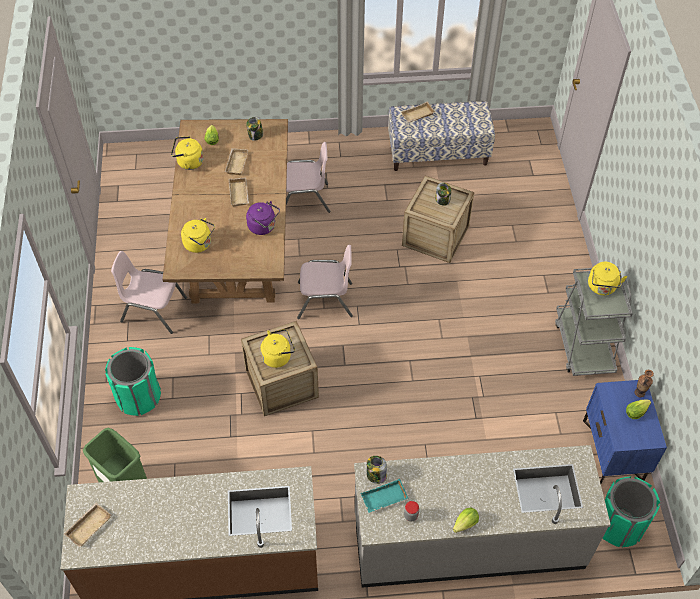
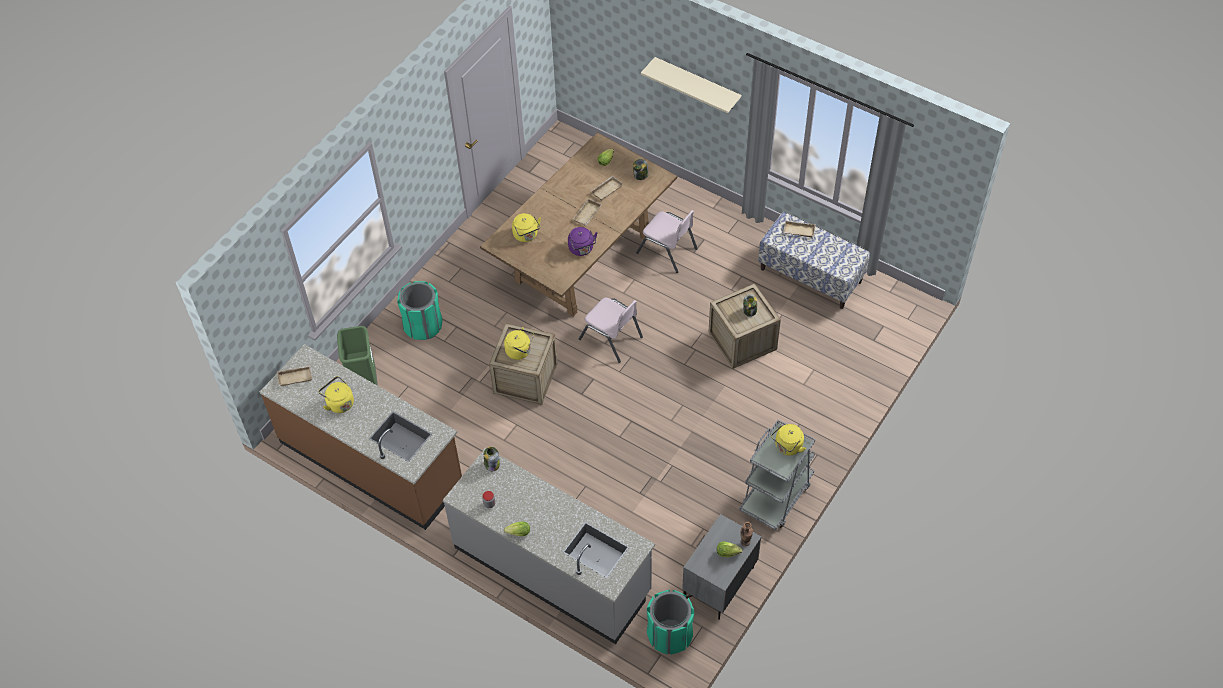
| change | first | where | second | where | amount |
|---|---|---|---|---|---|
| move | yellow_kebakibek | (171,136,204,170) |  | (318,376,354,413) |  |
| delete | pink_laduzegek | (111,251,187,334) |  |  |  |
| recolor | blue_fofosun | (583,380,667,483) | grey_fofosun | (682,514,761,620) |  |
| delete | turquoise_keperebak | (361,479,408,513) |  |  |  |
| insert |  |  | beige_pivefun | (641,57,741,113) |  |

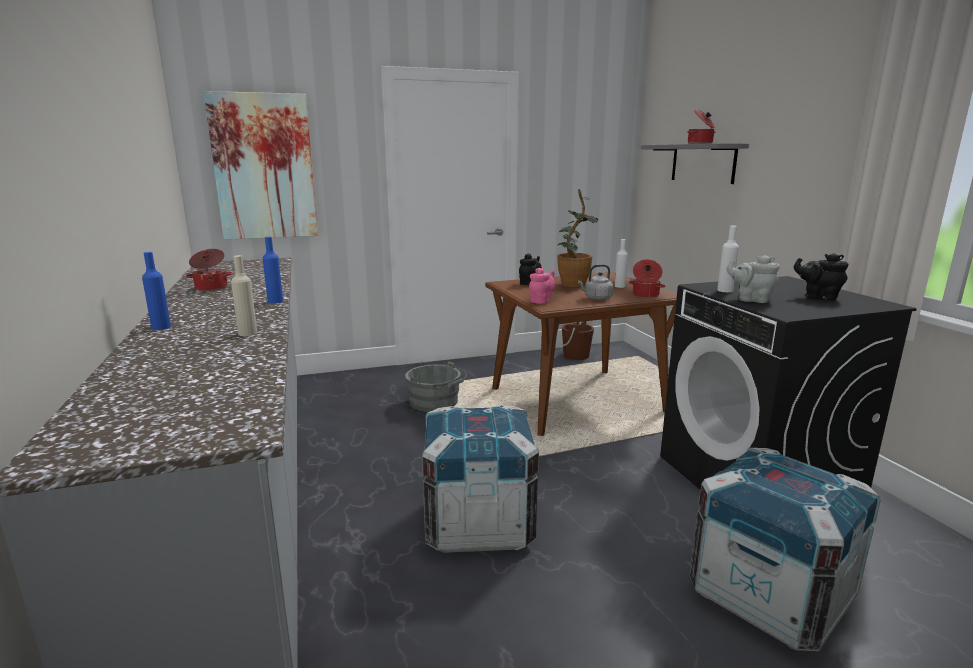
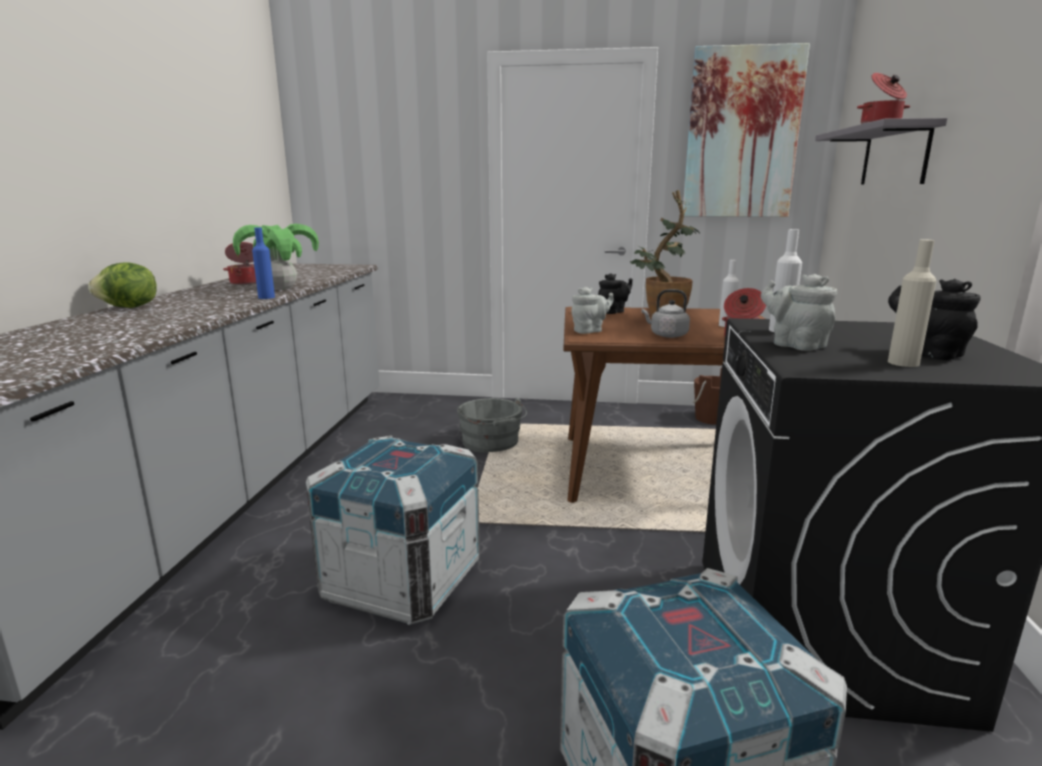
| change | first | where | second | where | amount |
|---|---|---|---|---|---|
| move | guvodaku | (203,91,318,240) |  | (683,43,810,217) |  |
| replace | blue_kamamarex | (142,252,171,330) | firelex | (88,262,157,308) |  |
| move | beige_kamamarex | (231,255,257,336) |  | (888,239,937,367) |  |
| recolor | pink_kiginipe | (529,268,555,304) | grey_kiginipe | (571,287,614,334) |  |
| insert |  |  | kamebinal | (233,224,319,290) |  |

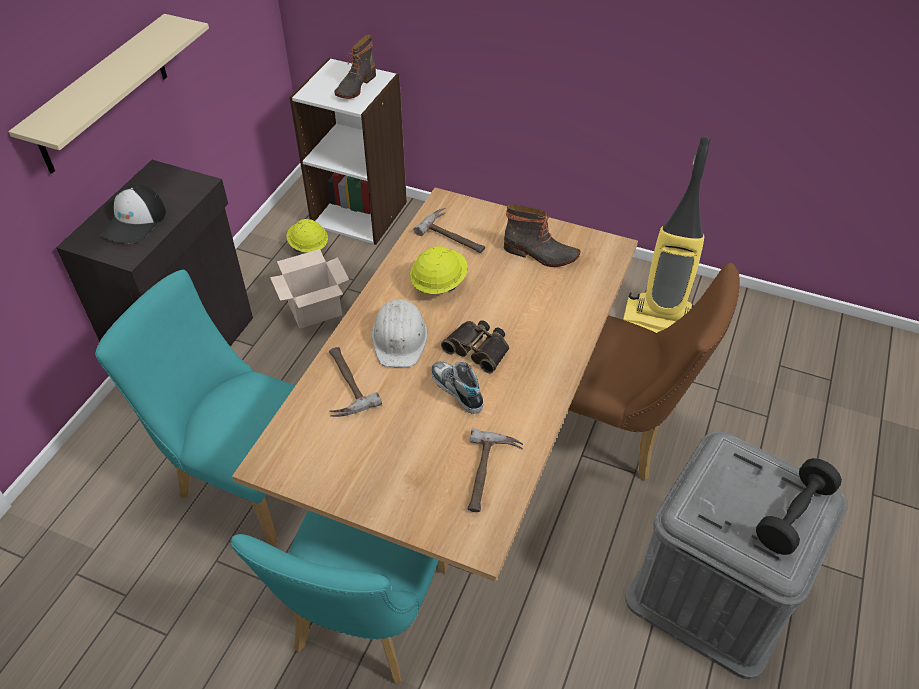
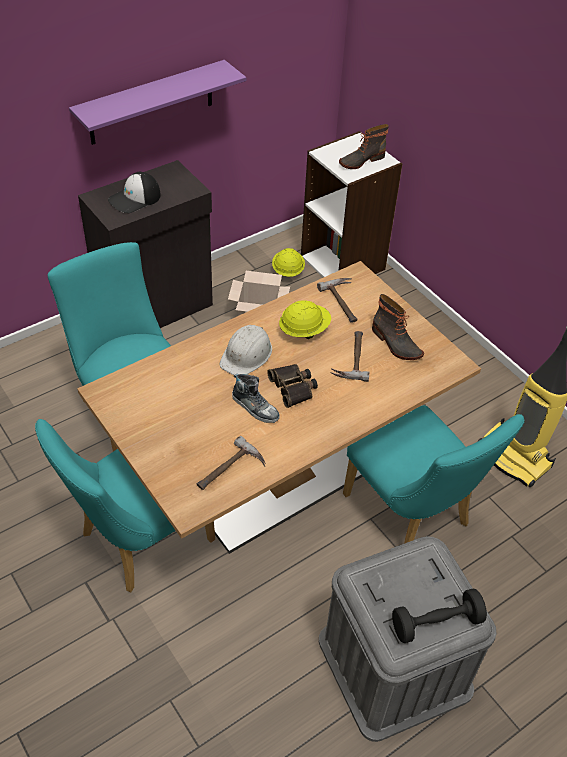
| change | first | where | second | where | amount |
|---|---|---|---|---|---|
| recolor | beige_pivefun | (9,14,209,174) | purple_pivefun | (69,60,246,145) |  |
| recolor | brown_laduzegek | (568,263,740,480) | turquoise_laduzegek | (343,405,524,543) |  |
| move | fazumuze | (329,347,382,417) |  | (331,331,369,382) |  |
| rotate | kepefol | (431,362,484,414) |  | (232,374,280,423) | 135 degrees clockwise |

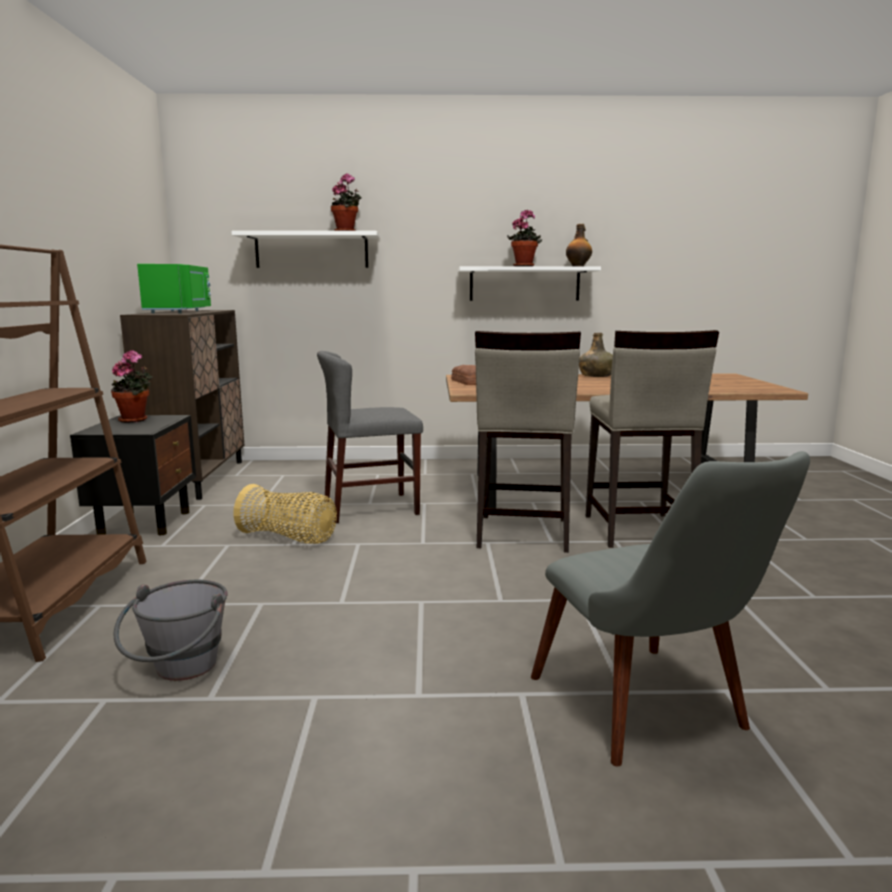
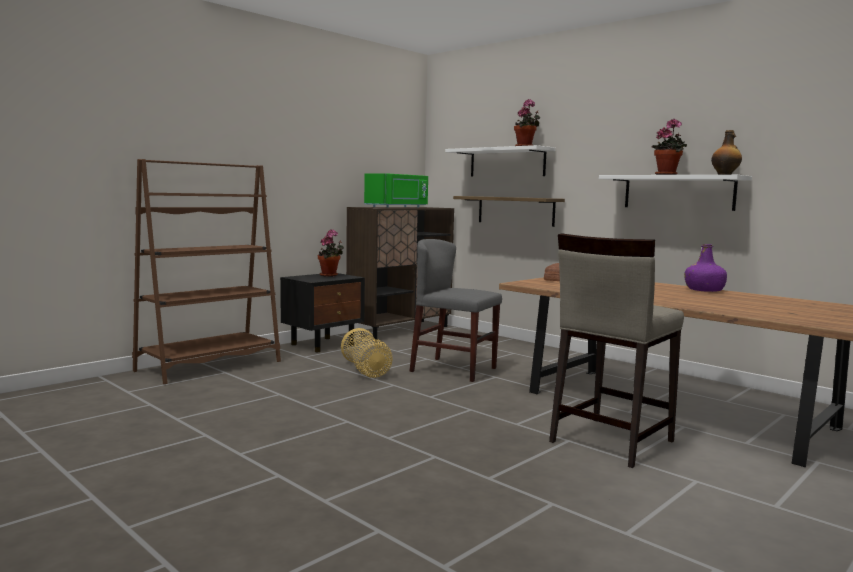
| change | first | where | second | where | amount |
|---|---|---|---|---|---|
| delete | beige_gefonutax | (475,331,581,553) |  |  |  |
| recolor | green_kamamarex | (579,333,613,377) | purple_kamamarex | (684,244,727,292) |  |
| delete | grey_laduzegek | (531,451,810,766) |  |  |  |
| delete | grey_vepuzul | (114,580,228,681) |  |  |  |
| insert |  |  | pivefun | (453,196,565,227) |  |

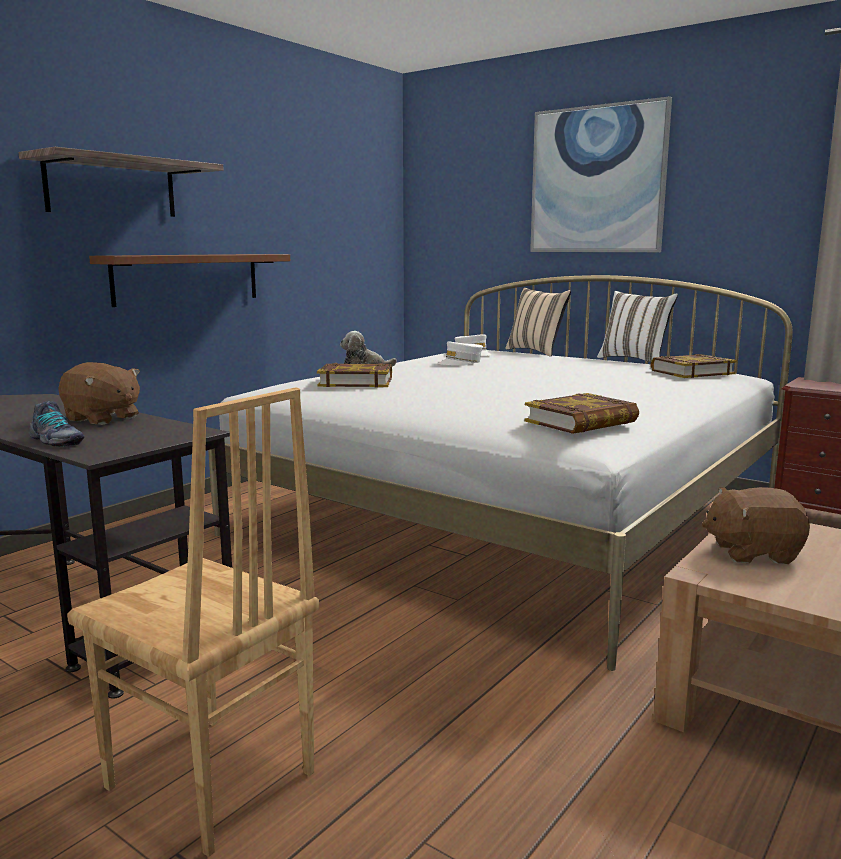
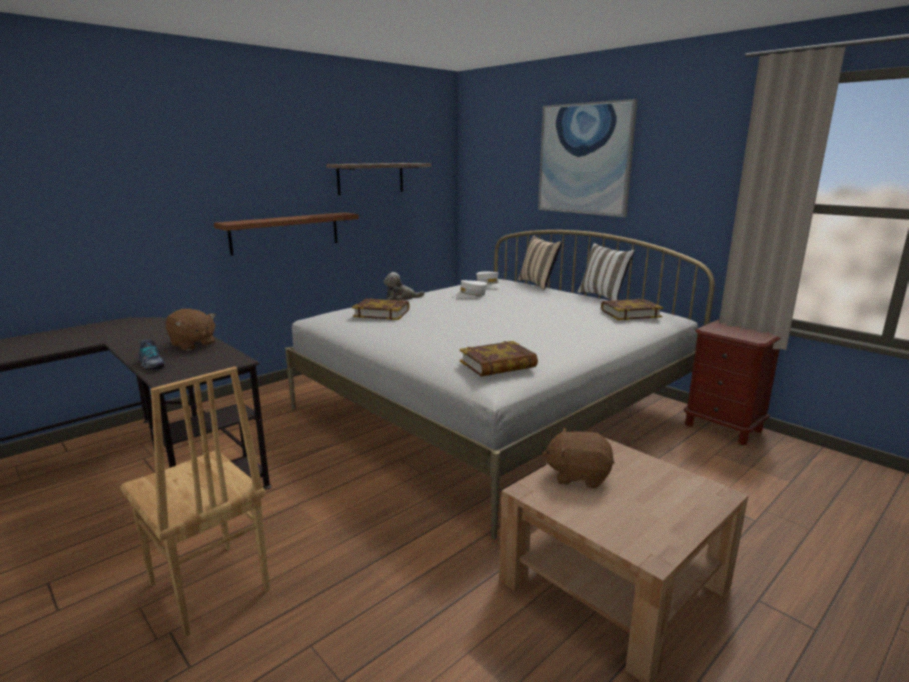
| change | first | where | second | where | amount |
|---|---|---|---|---|---|
| move | pivefun | (18,147,224,217) |  | (326,163,431,195) |  |

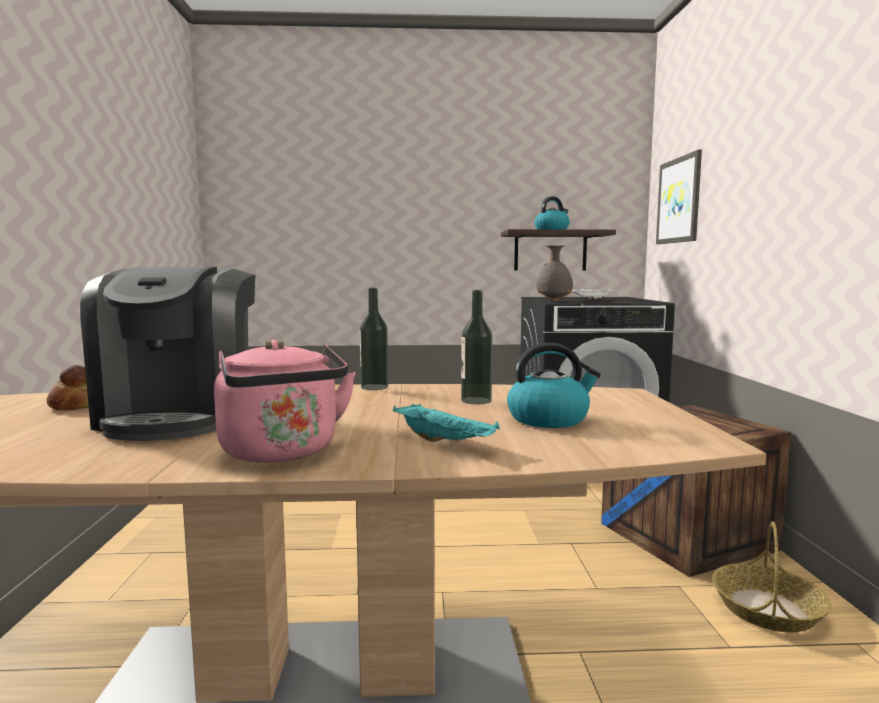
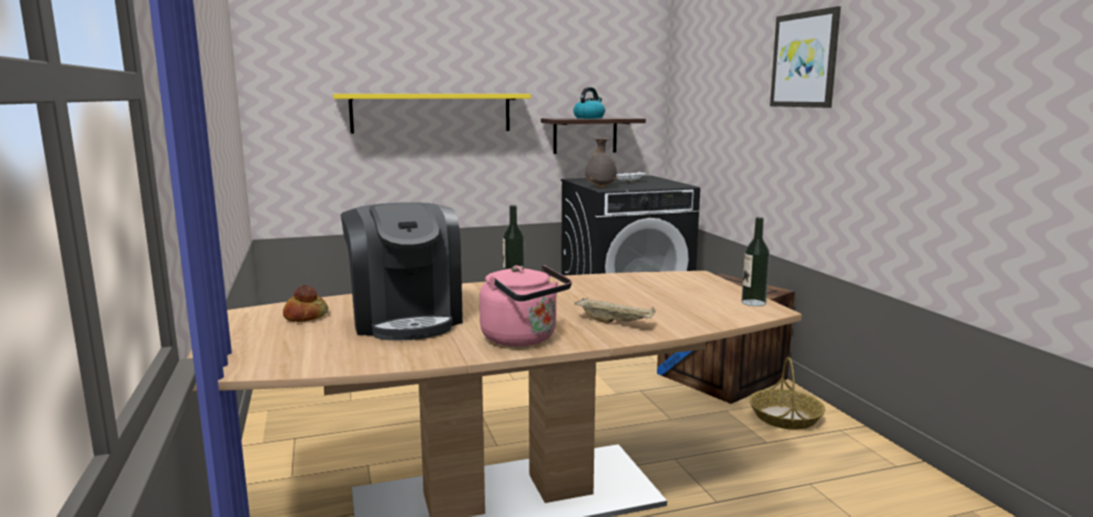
| change | first | where | second | where | amount |
|---|---|---|---|---|---|
| move | guvodaku | (656,150,702,244) |  | (770,6,841,108) |  |
| move | kamamarex | (461,290,492,404) |  | (742,217,770,306) |  |
| delete | kebakibek | (507,343,601,428) |  |  |  |
| recolor | turquoise_keperebak | (393,404,500,442) | beige_keperebak | (574,298,655,324) |  |
| insert |  |  | yellow_pivefun | (333,94,531,134) |  |

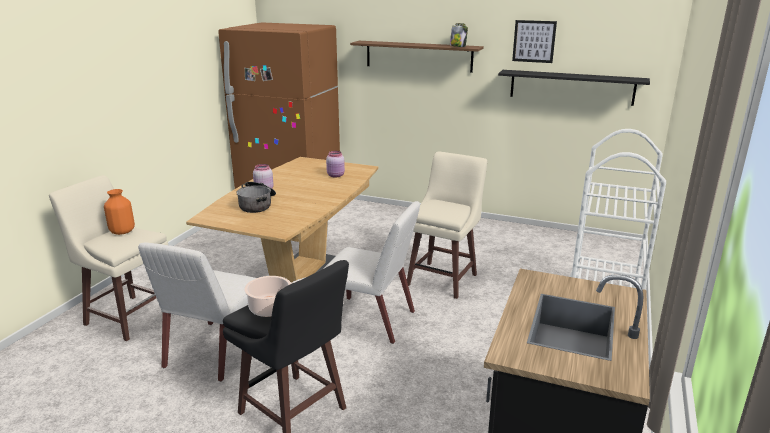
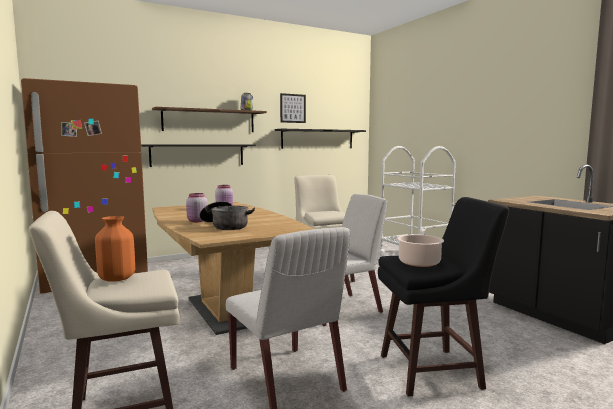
| change | first | where | second | where | amount |
|---|---|---|---|---|---|
| insert |  |  | black_pivefun | (141,144,256,167) |  |

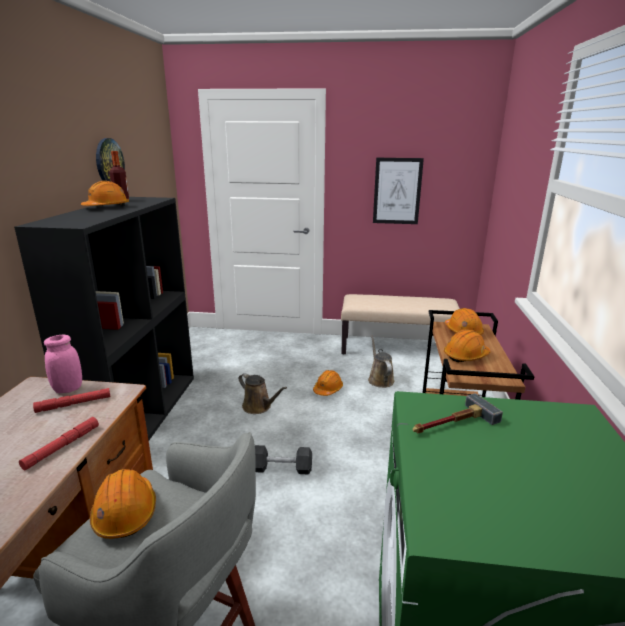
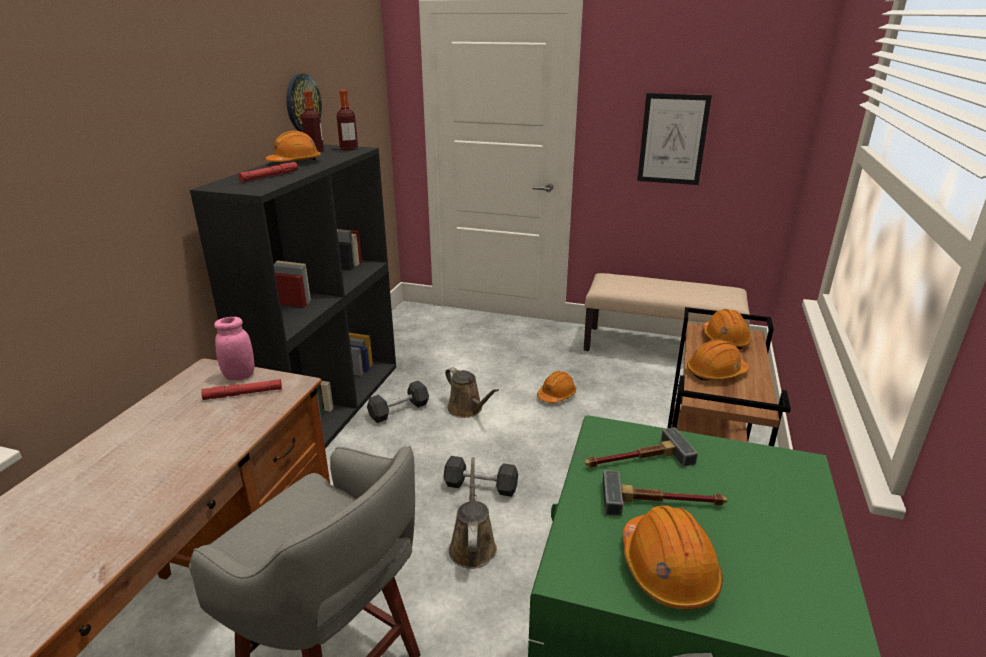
| change | first | where | second | where | amount |
|---|---|---|---|---|---|
| move | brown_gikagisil | (368,335,394,388) |  | (449,457,497,569) |  |
| move | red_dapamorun | (19,417,99,470) |  | (238,162,298,182) |  |
| move | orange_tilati | (90,469,156,539) |  | (623,505,723,609) |  |
| insert |  |  | kamamarex | (336,90,358,151) |  |
| insert |  |  | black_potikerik | (367,380,429,423) |  |
| insert |  |  | fazumuze | (602,470,727,516) |  |

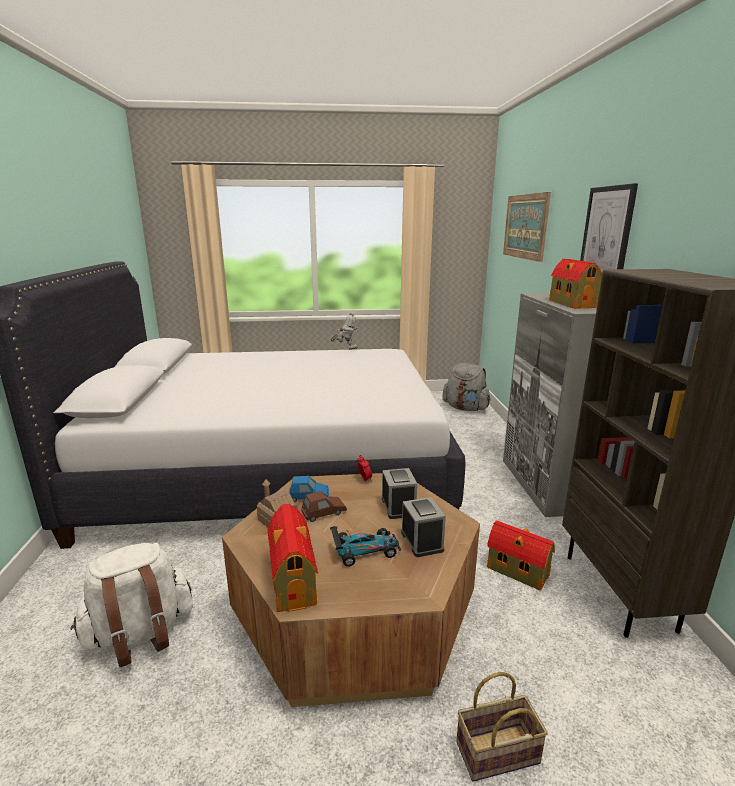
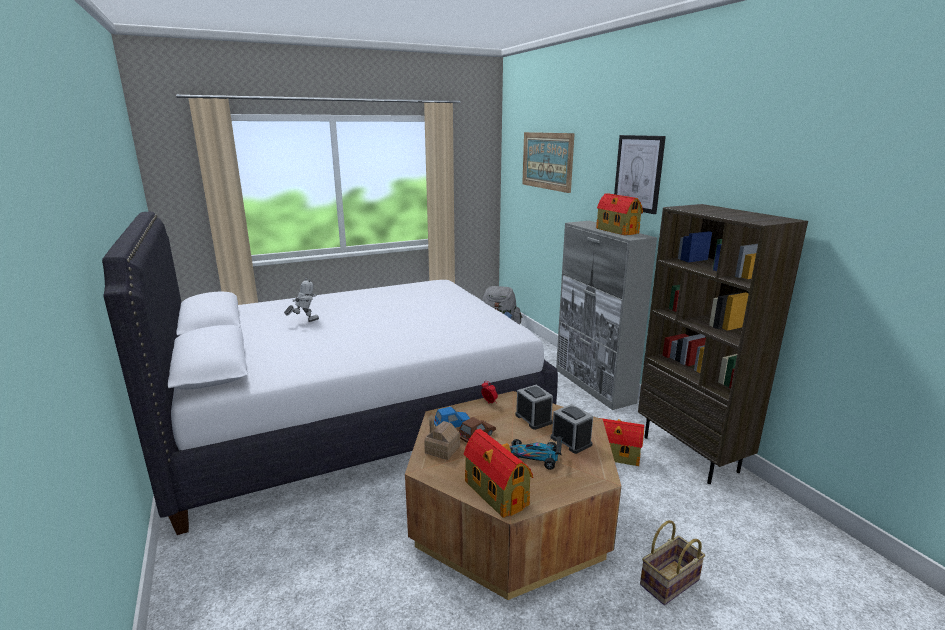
| change | first | where | second | where | amount |
|---|---|---|---|---|---|
| move | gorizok | (330,313,358,350) |  | (284,278,319,322) |  |
| rotate | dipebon | (330,526,401,567) |  | (510,436,563,470) | 135 degrees counterclockwise |
| delete | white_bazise | (71,543,193,668) |  |  |  |

